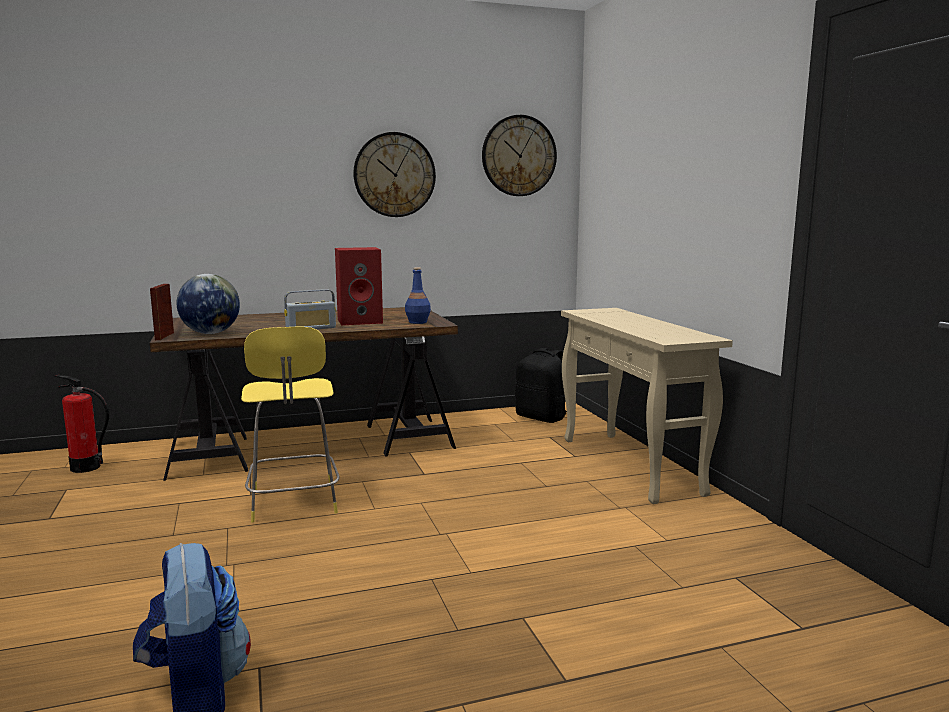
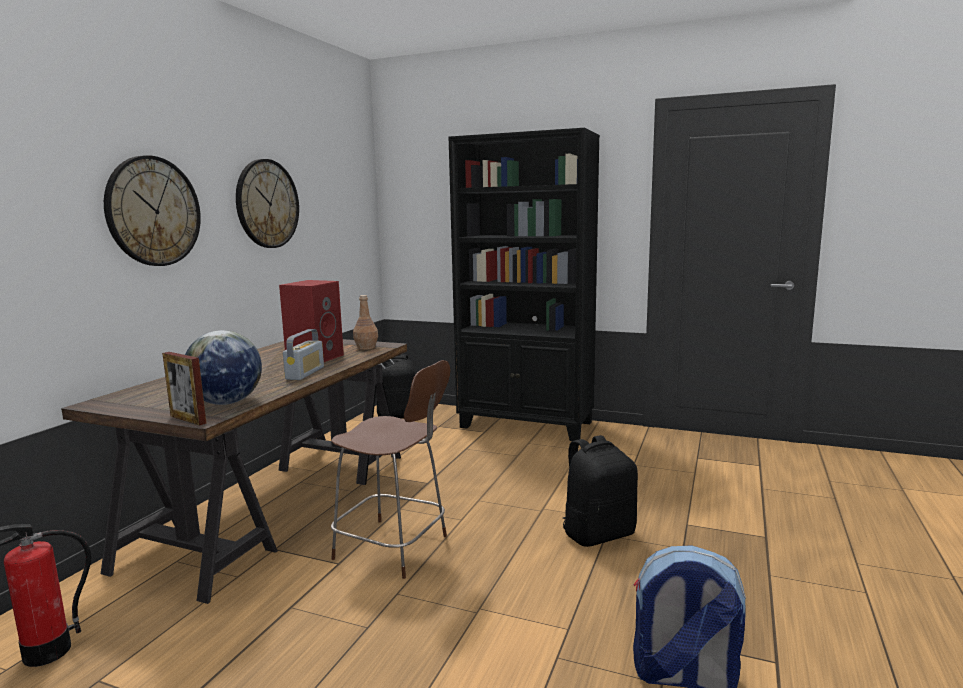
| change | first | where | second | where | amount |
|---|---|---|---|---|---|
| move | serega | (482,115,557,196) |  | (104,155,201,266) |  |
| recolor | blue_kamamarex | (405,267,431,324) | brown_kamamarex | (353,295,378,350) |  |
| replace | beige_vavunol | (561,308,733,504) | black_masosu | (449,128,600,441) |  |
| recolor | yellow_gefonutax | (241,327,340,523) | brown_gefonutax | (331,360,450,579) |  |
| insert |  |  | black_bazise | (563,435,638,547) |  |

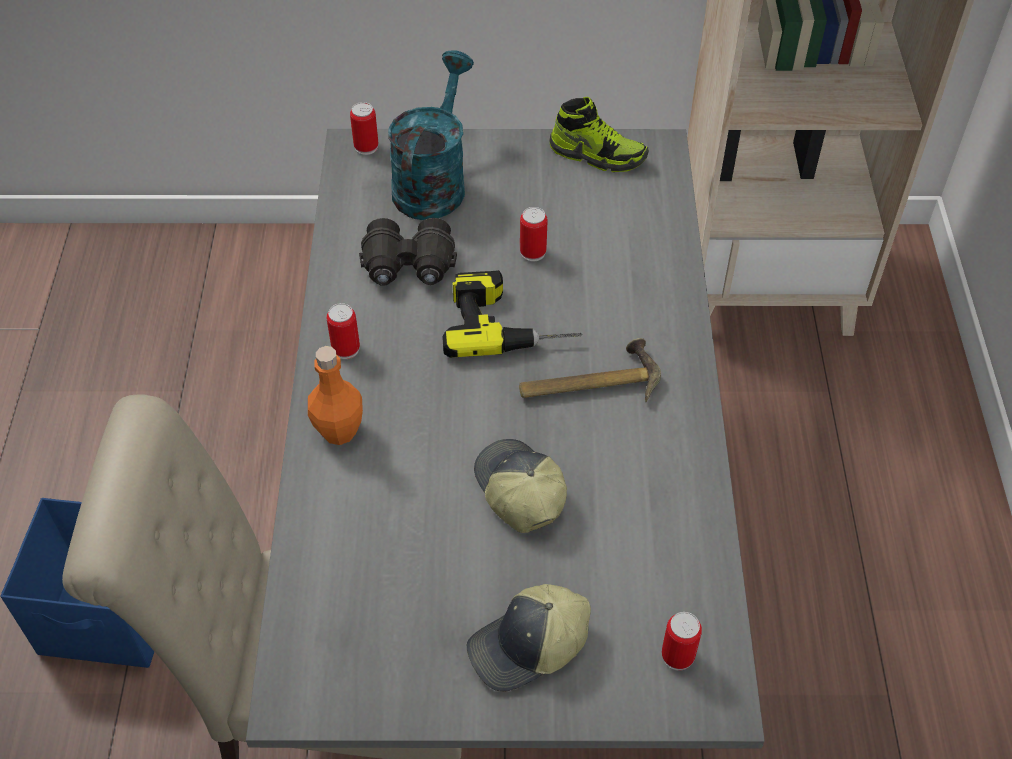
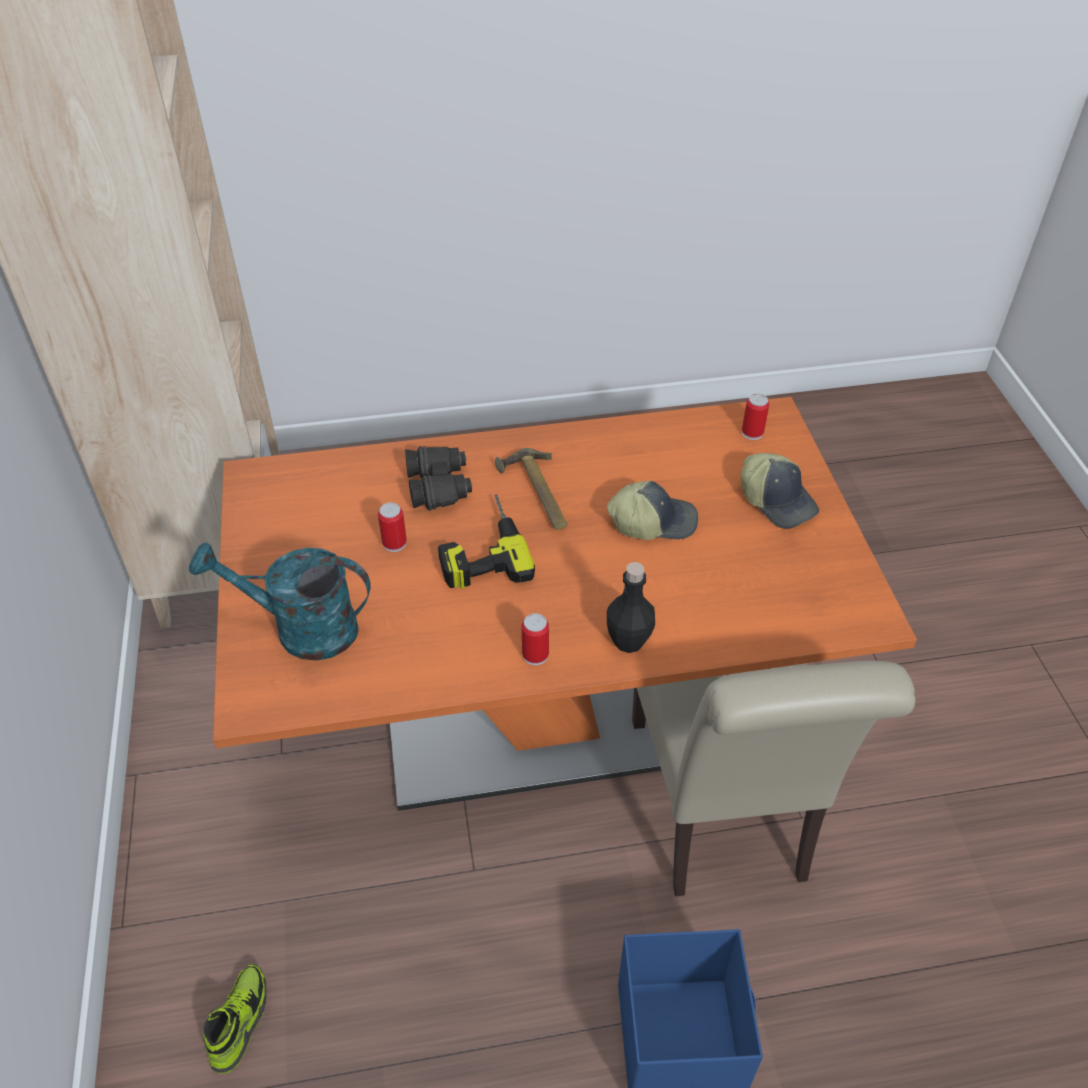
| change | first | where | second | where | amount |
|---|---|---|---|---|---|
| move | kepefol | (549,97,649,172) |  | (203,964,267,1074) |  |
| delete | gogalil | (350,102,379,155) |  |  |  |
| recolor | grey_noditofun | (246,129,765,749) | orange_noditofun | (213,397,917,811) |  |
| move | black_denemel | (359,218,457,286) |  | (405,446,472,511) |  |
| recolor | orange_kamamarex | (308,346,363,445) | black_kamamarex | (607,562,655,653) |  |
| rotate | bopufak | (474,439,567,533) |  | (607,480,698,540) | 150 degrees counterclockwise |

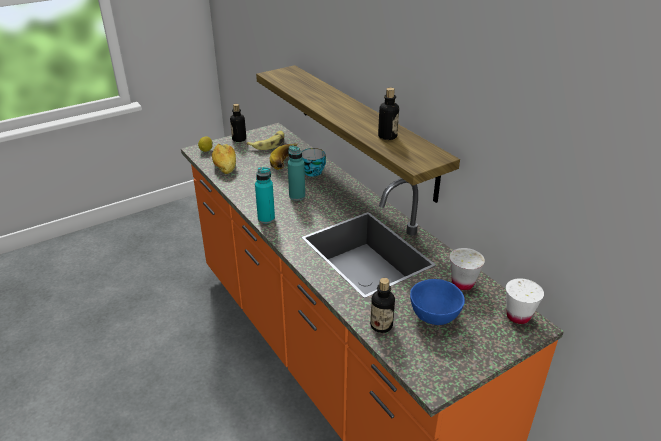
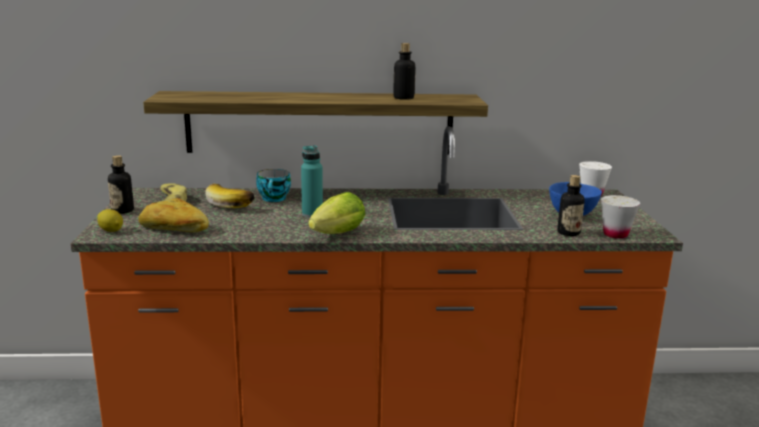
| change | first | where | second | where | amount |
|---|---|---|---|---|---|
| replace | turquoise_kamamarex | (255,167,275,224) | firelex | (308,192,365,234) |  |
| move | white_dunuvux | (450,248,485,290) |  | (601,195,640,239) |  |

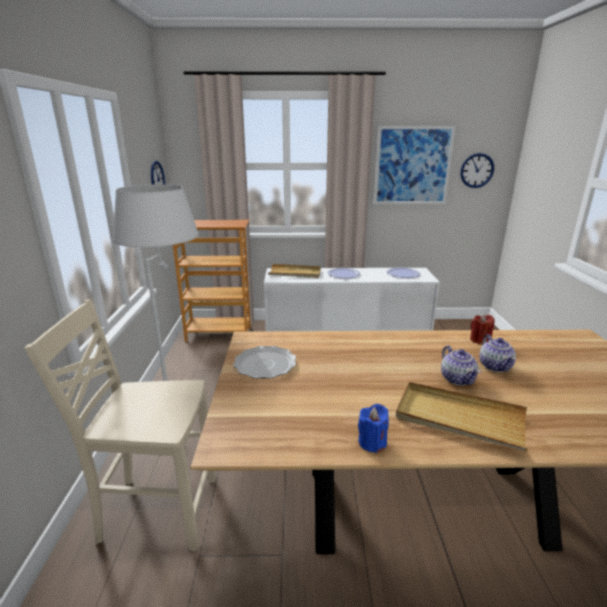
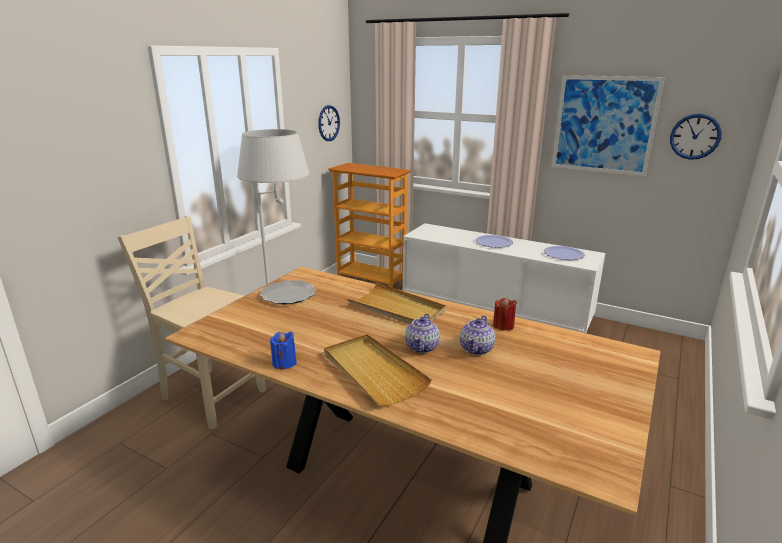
| change | first | where | second | where | amount |
|---|---|---|---|---|---|
| move | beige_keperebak | (268,264,321,278) |  | (347,283,446,324) |  |

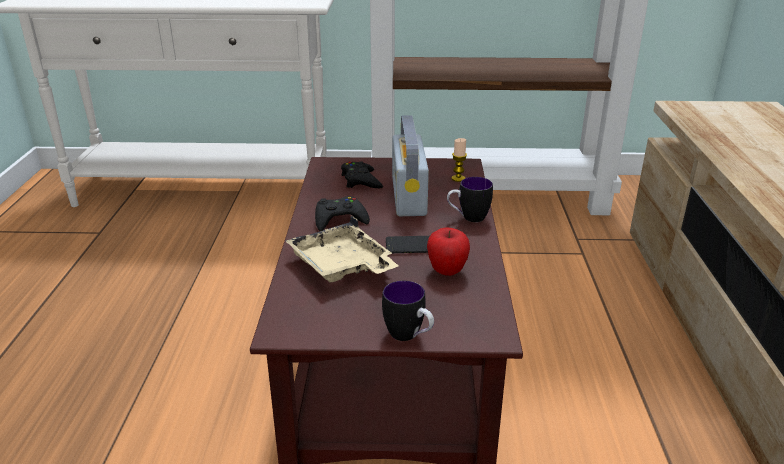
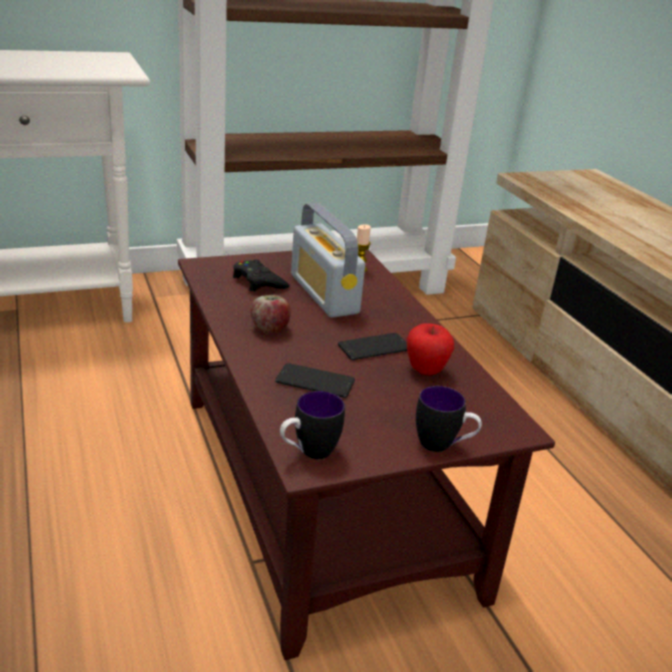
| change | first | where | second | where | amount |
|---|---|---|---|---|---|
| move | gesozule | (447,177,493,222) |  | (280,391,345,459) |  |
| replace | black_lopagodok | (315,196,370,231) | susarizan | (250,295,291,334) |  |
| replace | beige_keperebak | (285,215,399,283) | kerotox | (275,363,355,398) |  |

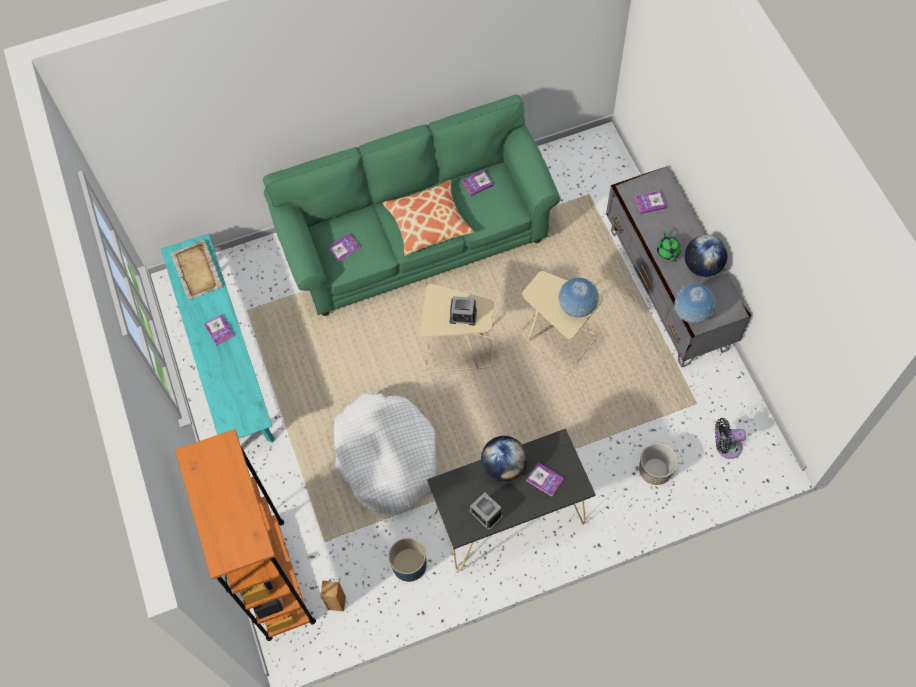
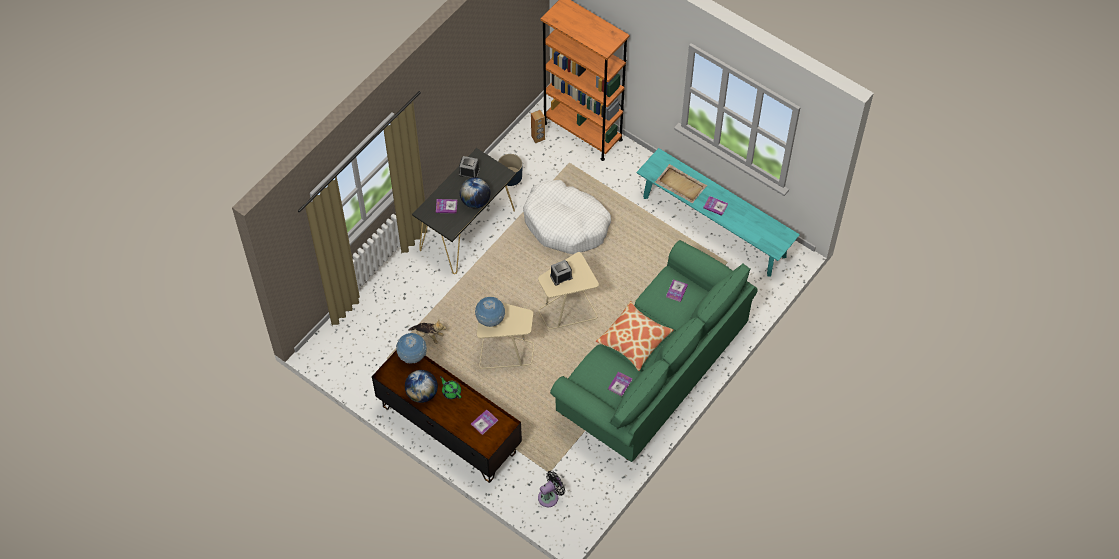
| change | first | where | second | where | amount |
|---|---|---|---|---|---|
| recolor | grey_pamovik | (606,166,751,367) | brown_pamovik | (372,351,522,483) |  |
| move | beige_keperebak | (170,240,223,300) |  | (655,164,707,203) |  |
| move | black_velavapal | (715,418,746,459) |  | (538,471,565,507) |  |
| delete | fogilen | (639,443,678,485) |  |  |  |
| insert |  |  | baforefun | (408,320,446,344) |  |

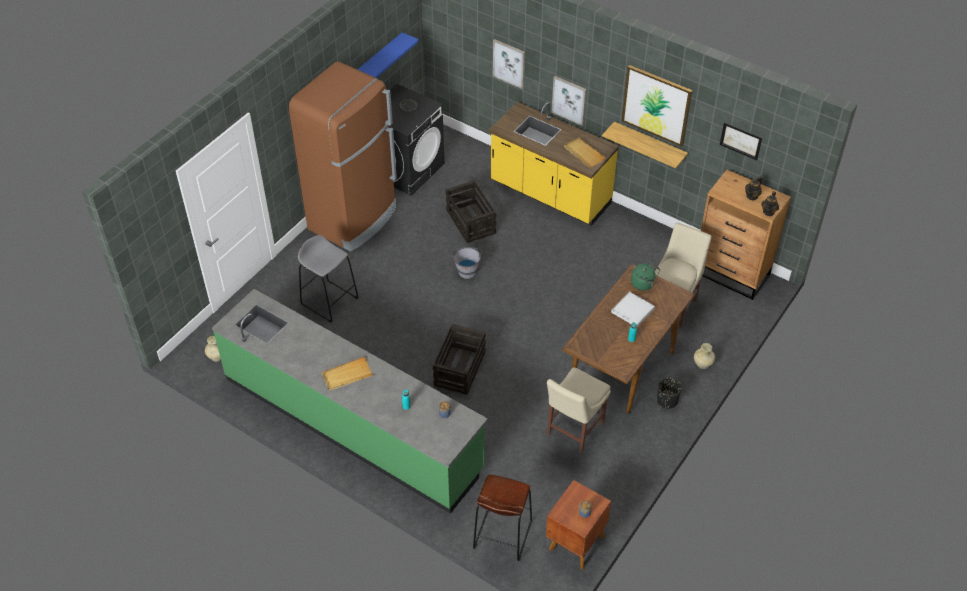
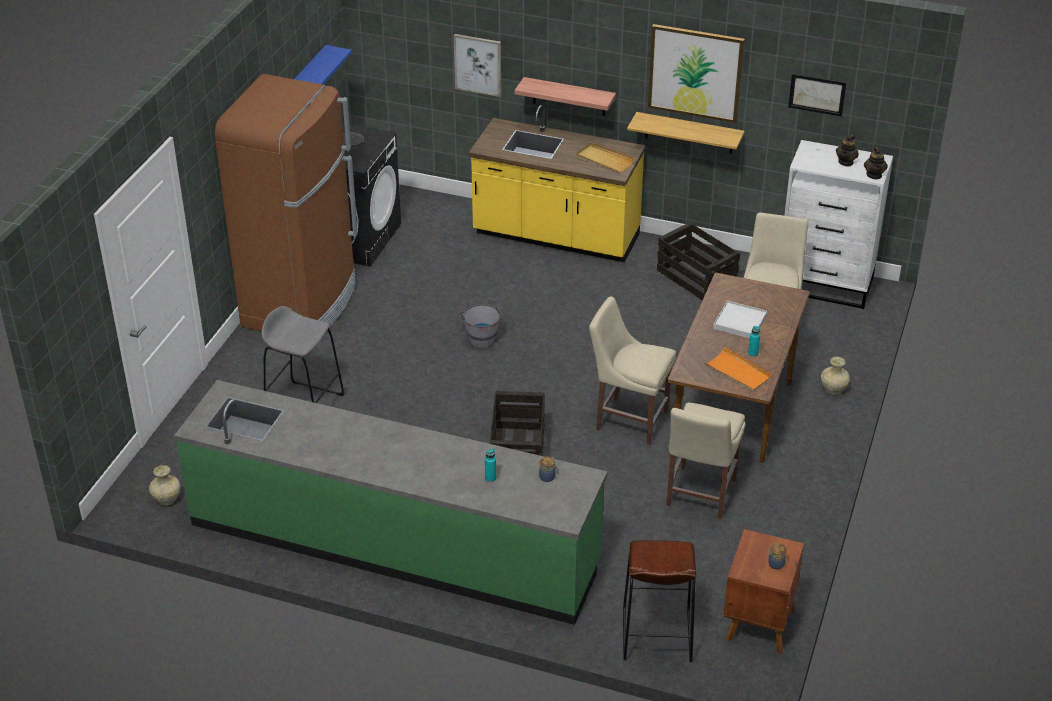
| change | first | where | second | where | amount |
|---|---|---|---|---|---|
| replace | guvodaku | (552,76,586,126) | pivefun | (515,77,616,116) |  |
| recolor | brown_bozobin | (701,170,791,300) | white_bozobin | (784,140,893,309) |  |
| move | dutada | (446,180,496,243) |  | (657,222,740,300) |  |
| delete | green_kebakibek | (631,263,660,291) |  |  |  |
| delete | beige_keperebak | (322,357,374,391) |  |  |  |
| delete | black_fogilen | (657,377,682,409) |  |  |  |
| insert |  |  | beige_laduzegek | (589,297,676,445) |  |
| insert |  |  | orange_keperebak | (703,347,772,392) |  |

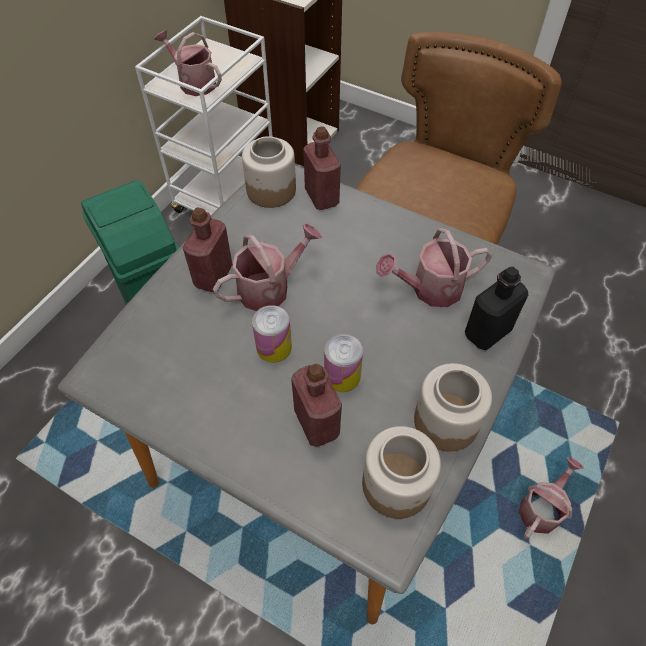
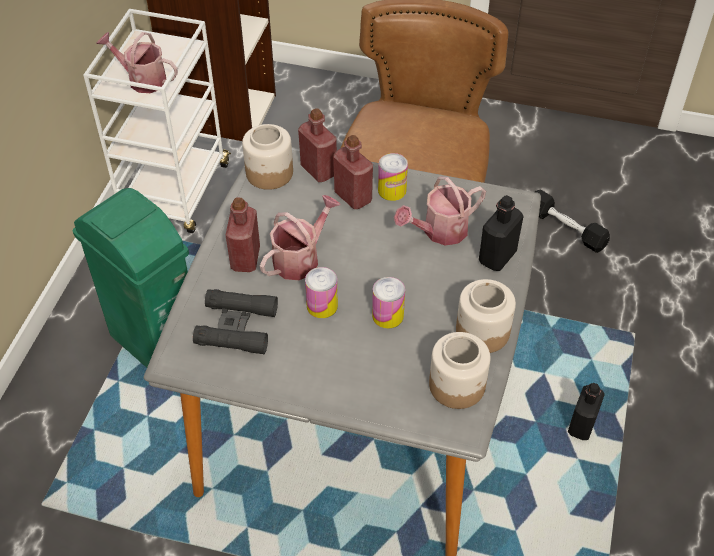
| change | first | where | second | where | amount |
|---|---|---|---|---|---|
| move | red_kamamarex | (291,363,342,446) |  | (333,135,373,209) |  |
| replace | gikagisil | (519,457,584,539) | black_kamamarex | (568,383,605,440) |  |
| insert |  |  | gogalil | (378,153,408,201) |  |
| insert |  |  | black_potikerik | (535,190,610,253) |  |
| insert |  |  | black_denemel | (193,289,278,354) |  |

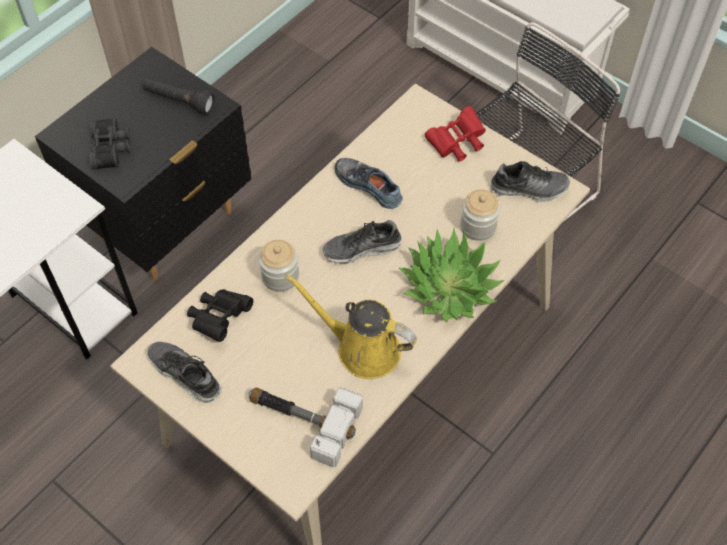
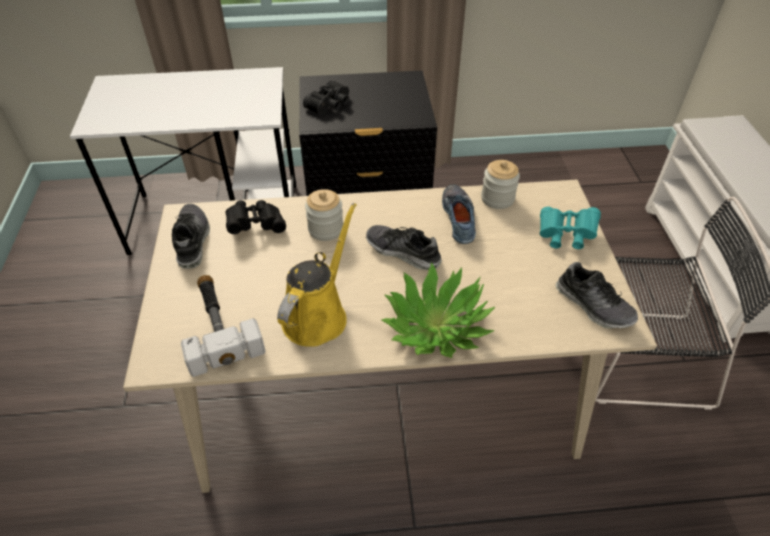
| change | first | where | second | where | amount |
|---|---|---|---|---|---|
| delete | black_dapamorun | (143,77,215,115) |  |  |  |
| recolor | red_denemel | (425,106,486,162) | turquoise_denemel | (540,207,601,249) |  |
| move | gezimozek | (460,190,500,241) |  | (481,160,520,209) |  |
| rotate | yellow_gikagisil | (285,274,417,379) |  | (277,203,357,347) | 45 degrees clockwise |

